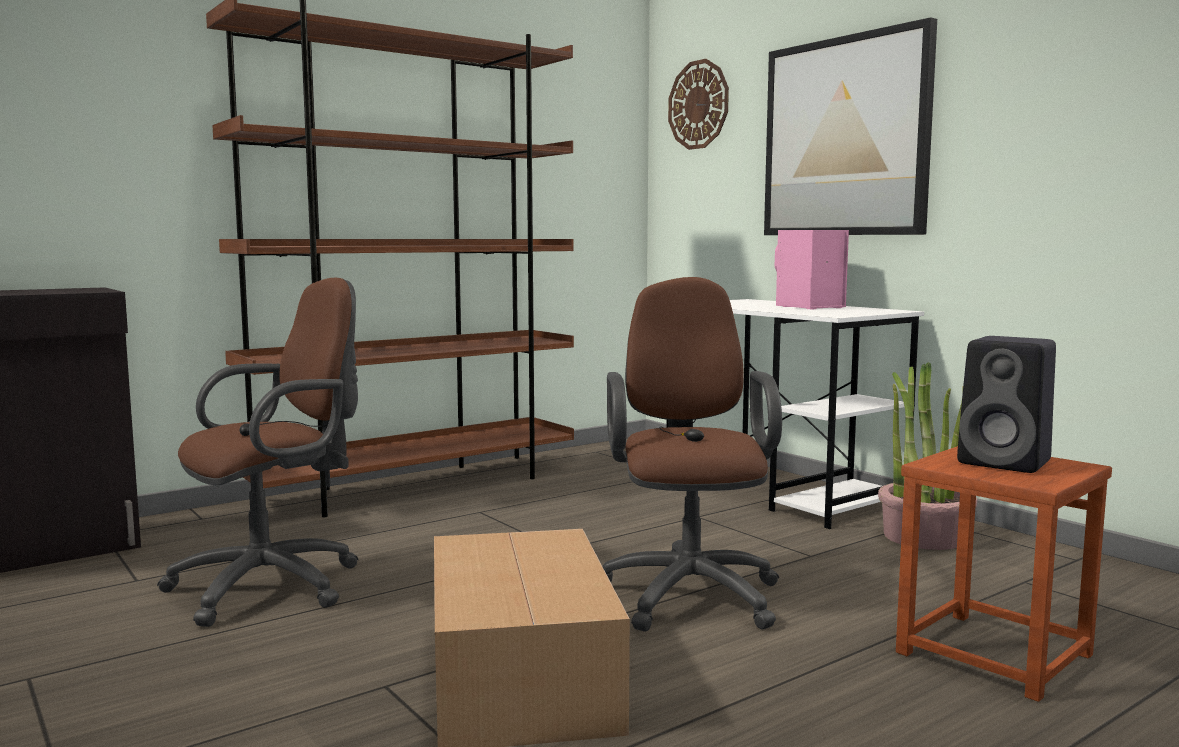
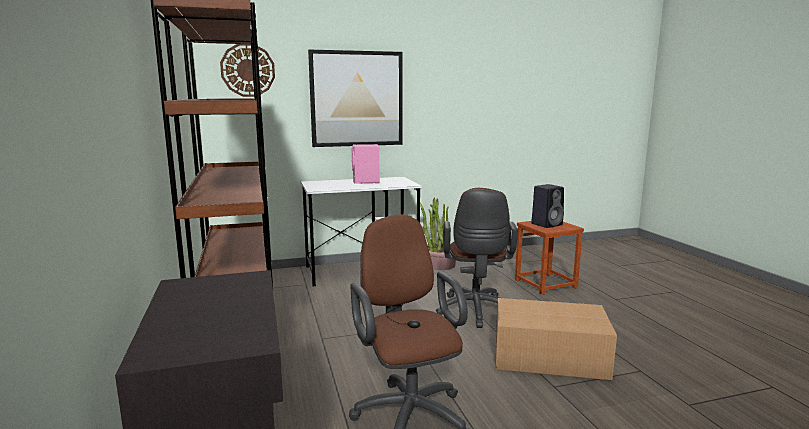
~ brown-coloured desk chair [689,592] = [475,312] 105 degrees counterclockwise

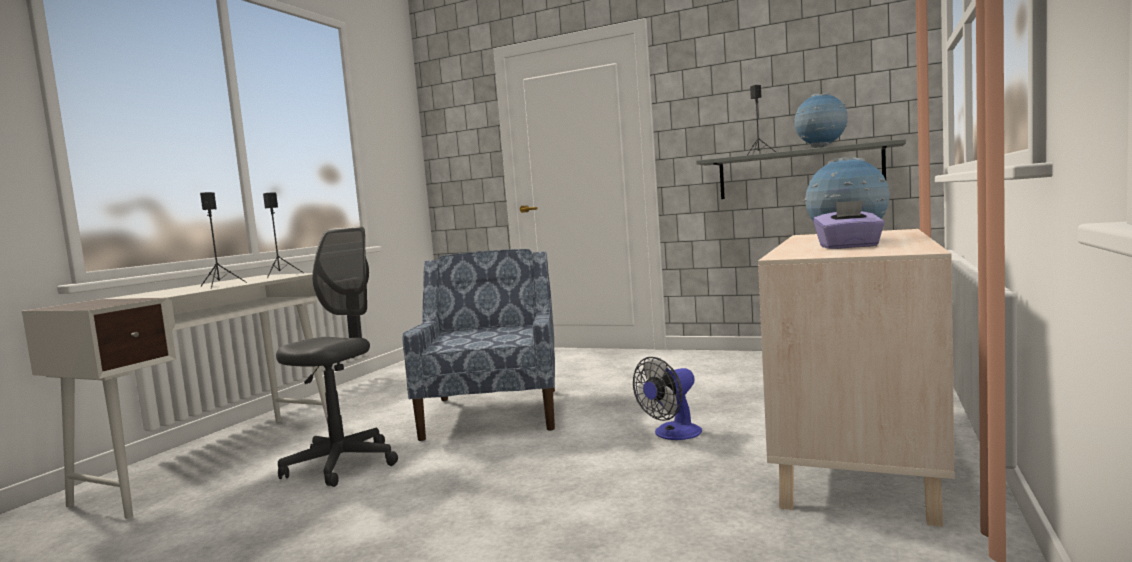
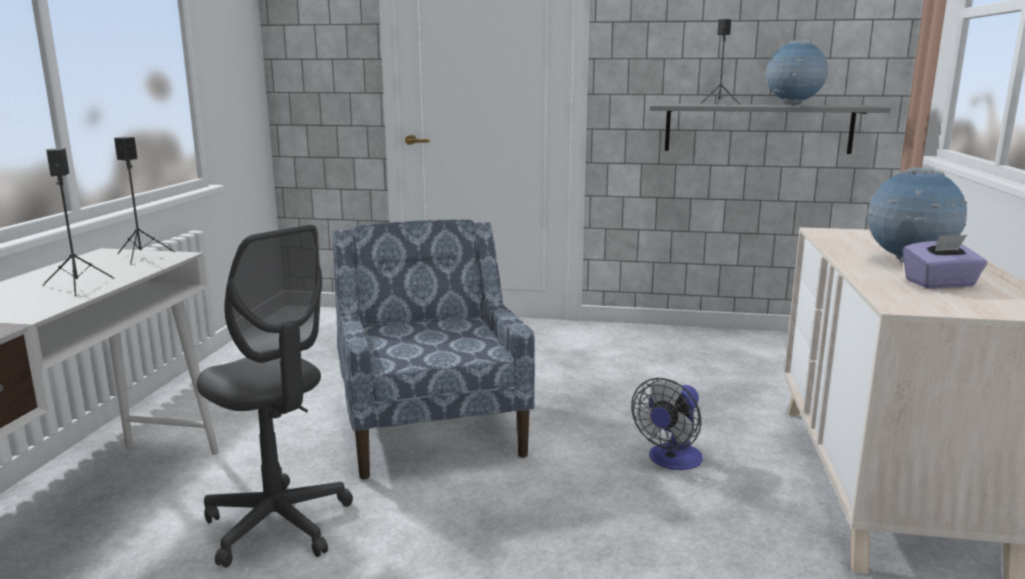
~ grey desk chair [342,464] = [278,525] 120 degrees clockwise

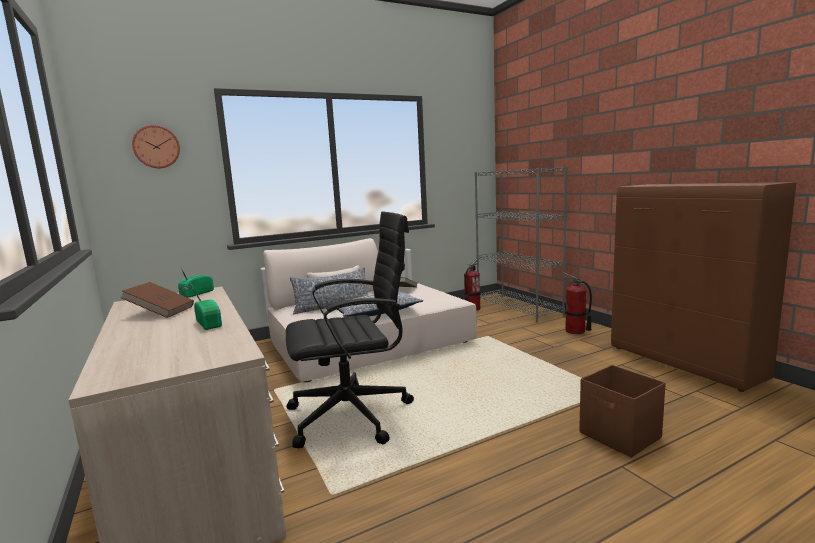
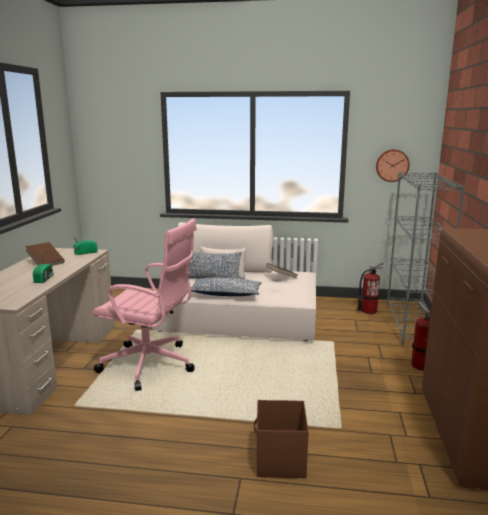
~ black-coloured desk chair [353,415] to pinkish desk chair [150,365]
~ clock on the wall [156,147] to [392,165]

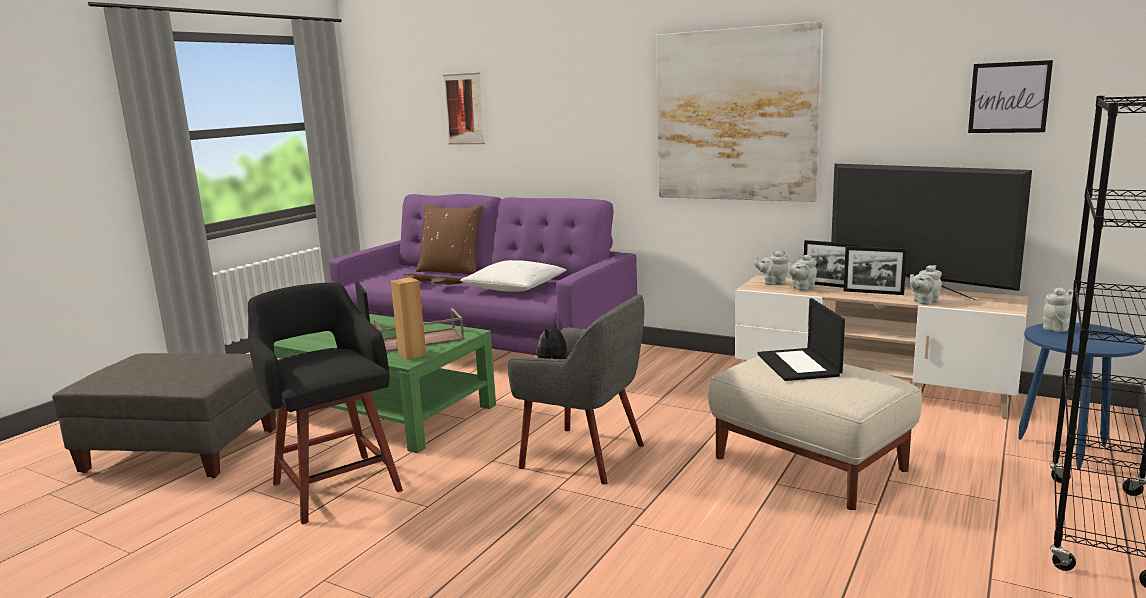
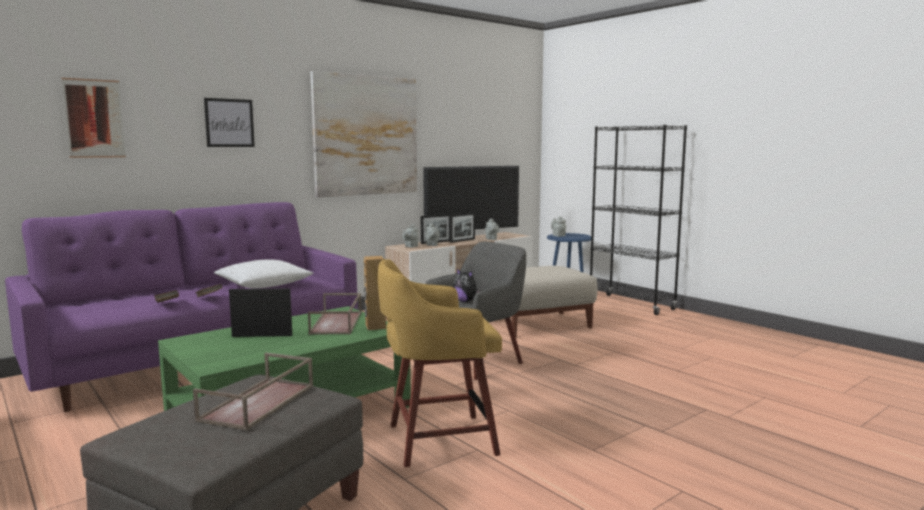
+ brown-coloured serving tray [258,403]
~ wall picture [1009,97] to [229,123]
~ black-coloured stool seat [336,485] to yellow stool seat [437,440]
- brown-coloured cushion [451,271]
- portable computer [799,365]

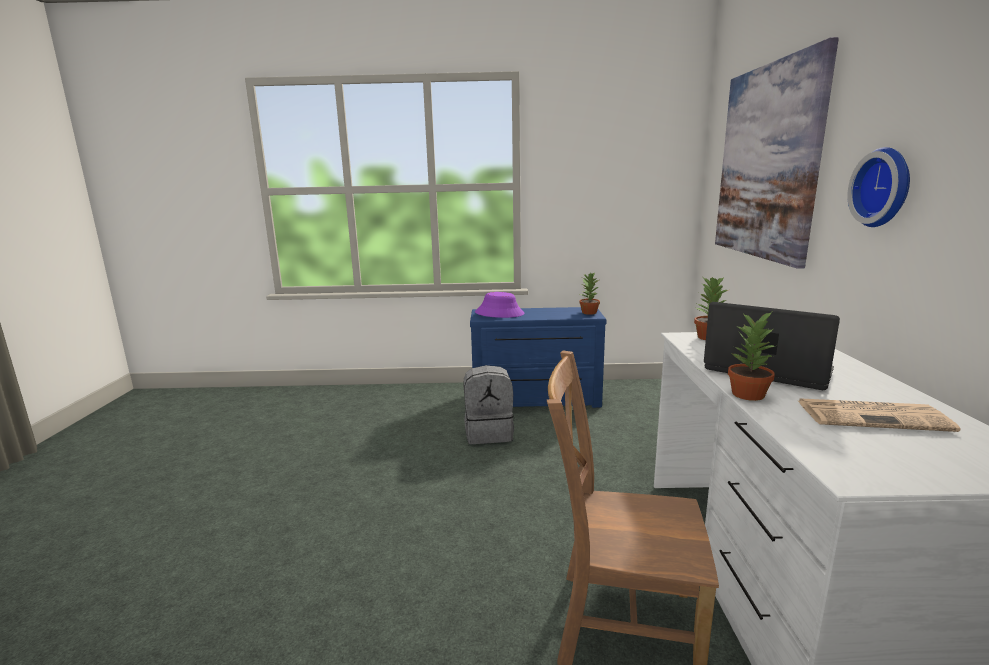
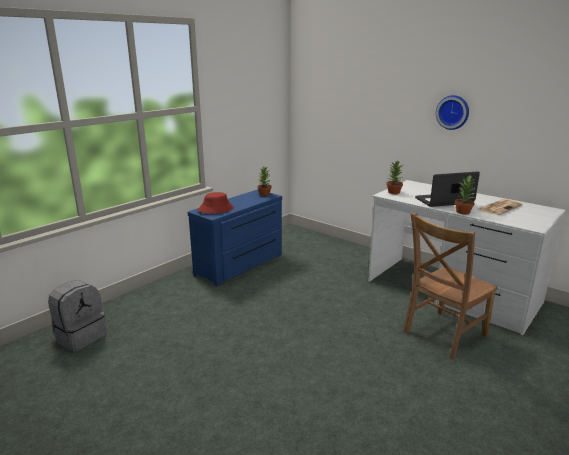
~ grey rucksack [489,433] to [80,337]
~ purplish hat [499,313] to reddish hat [215,209]
- wall picture [767,162]

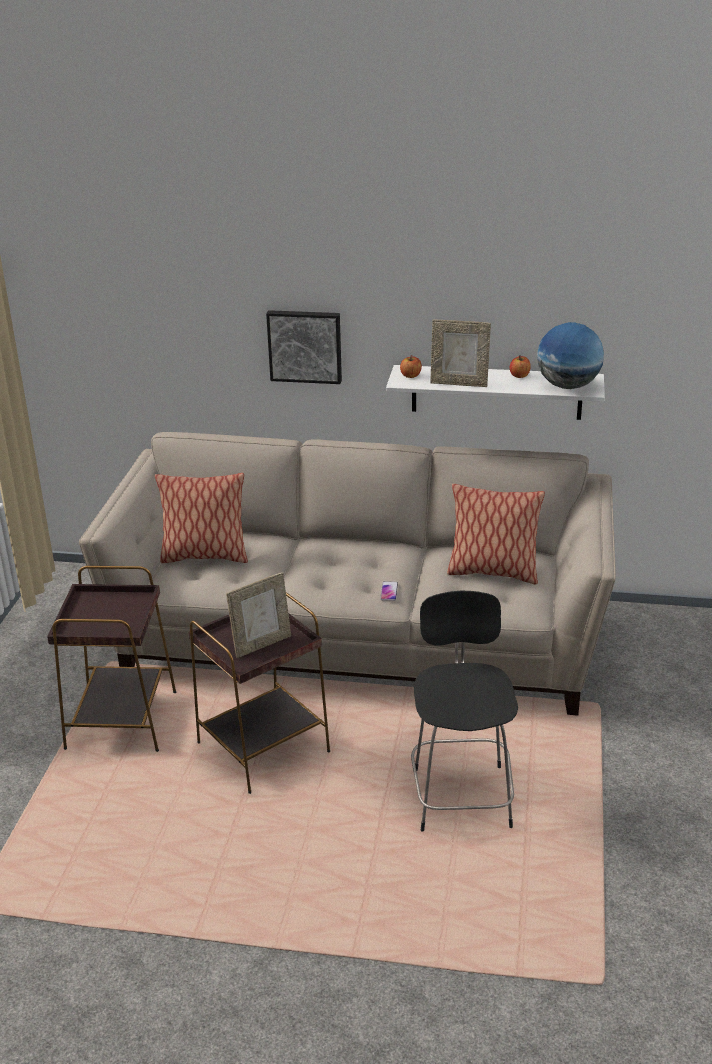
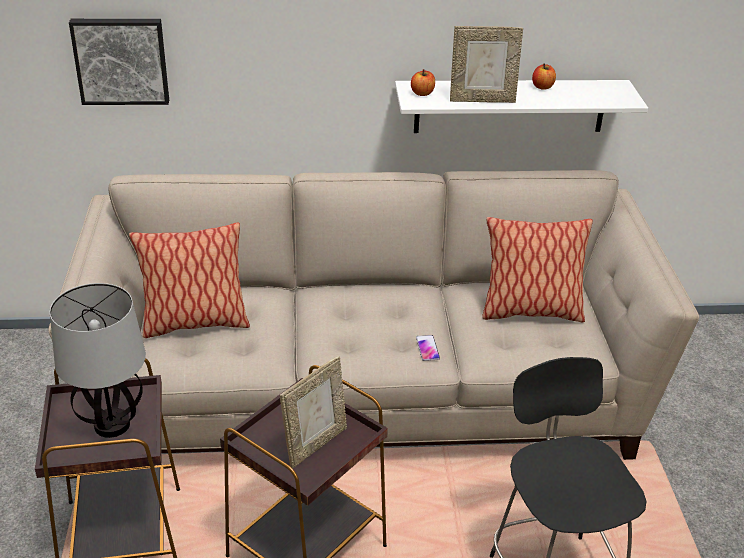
+ lamp for a table [113,424]
~ wall picture [305,345] to [121,60]
- world globe [568,386]

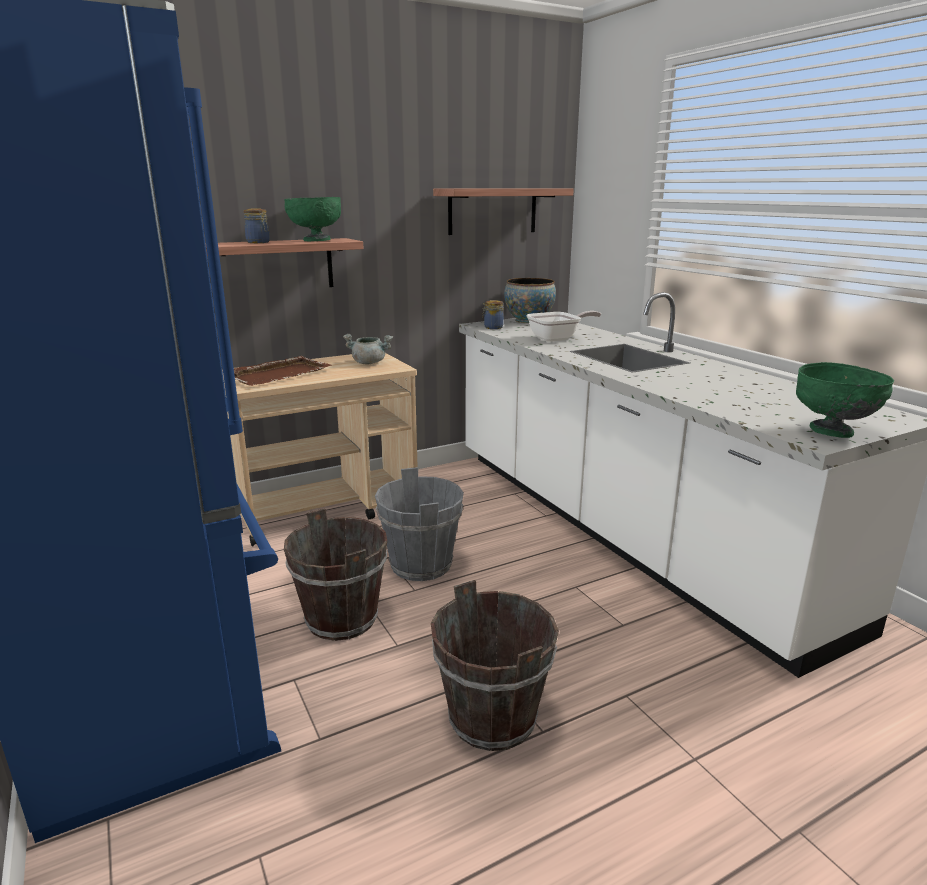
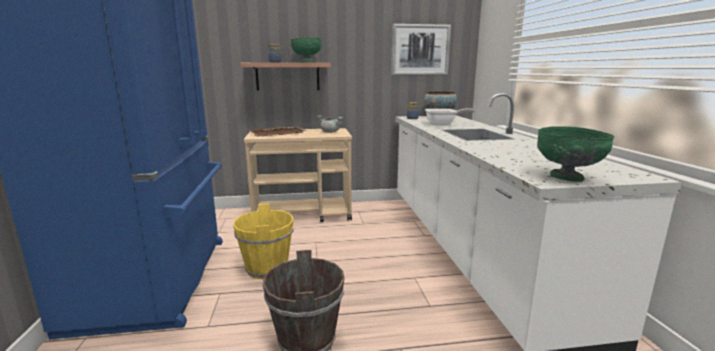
~ brown-coloured water bucket [342,619] to yellow water bucket [267,268]
~ bracket shelf [492,211] to wall picture [420,50]
- grey water bucket [421,565]

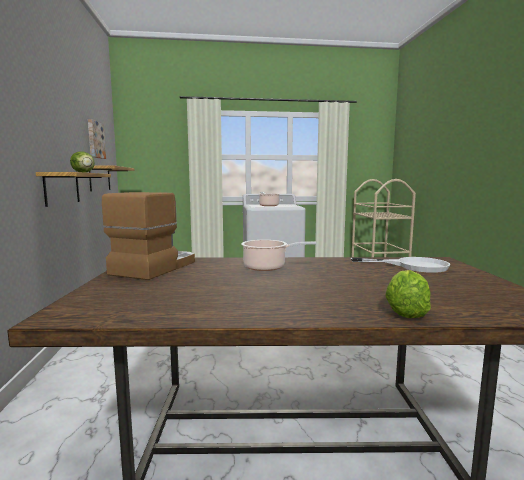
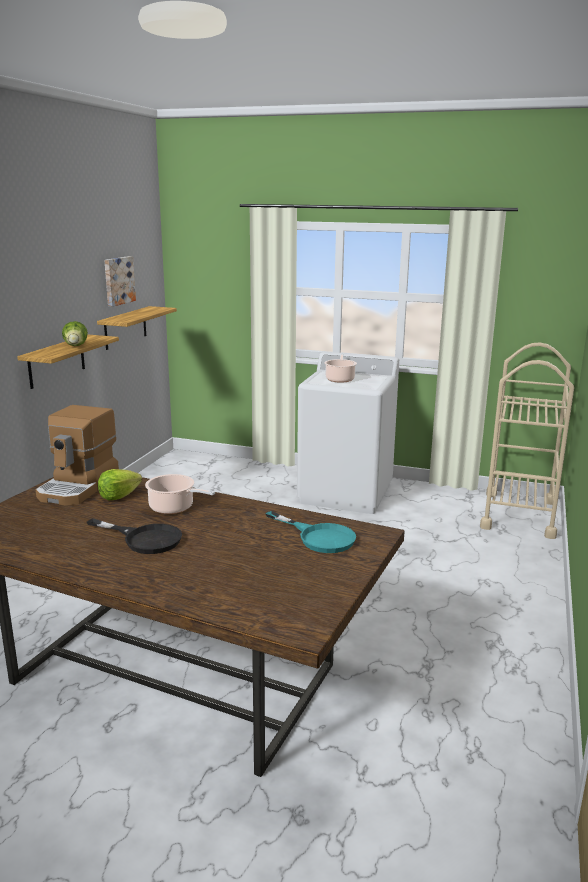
~ coffee brewer [154,267] = [79,487] 150 degrees clockwise
+ black-coloured frying pan [144,539]
~ lettuce head [406,312] to [119,496]
~ white-coloured frying pan [412,266] to turquoise-coloured frying pan [319,537]

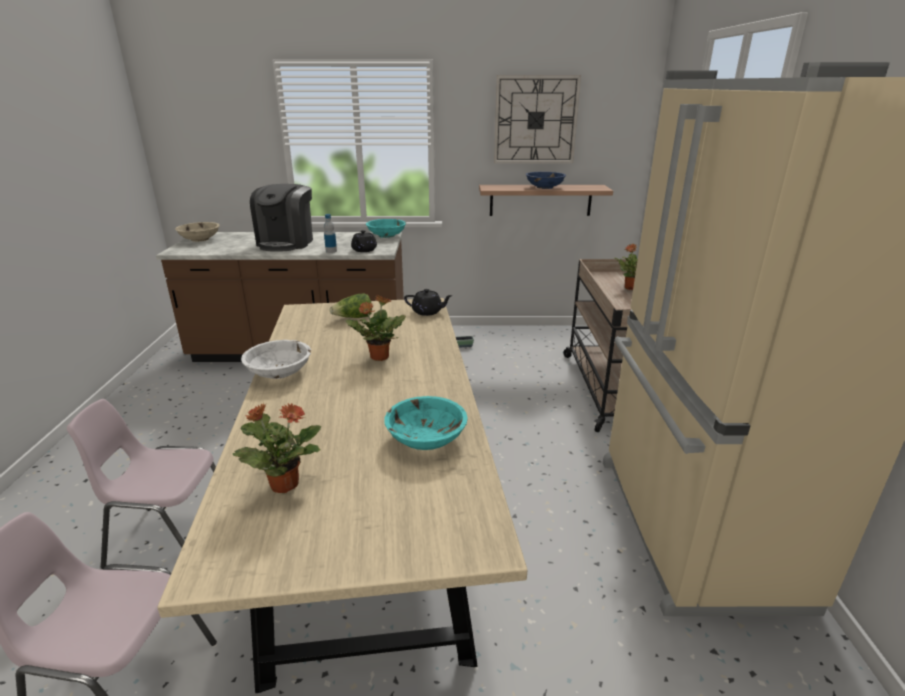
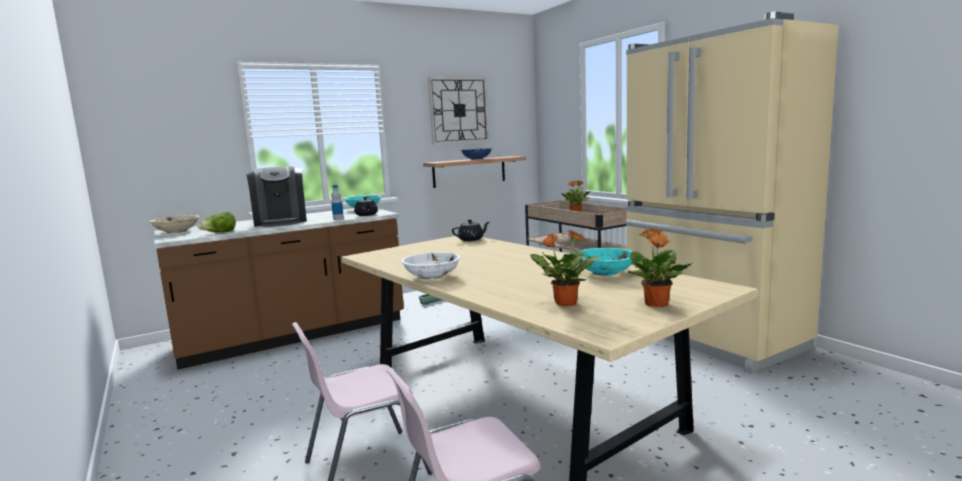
~ lettuce head [354,318] to [219,233]
~ houseplant [378,357] to [656,304]

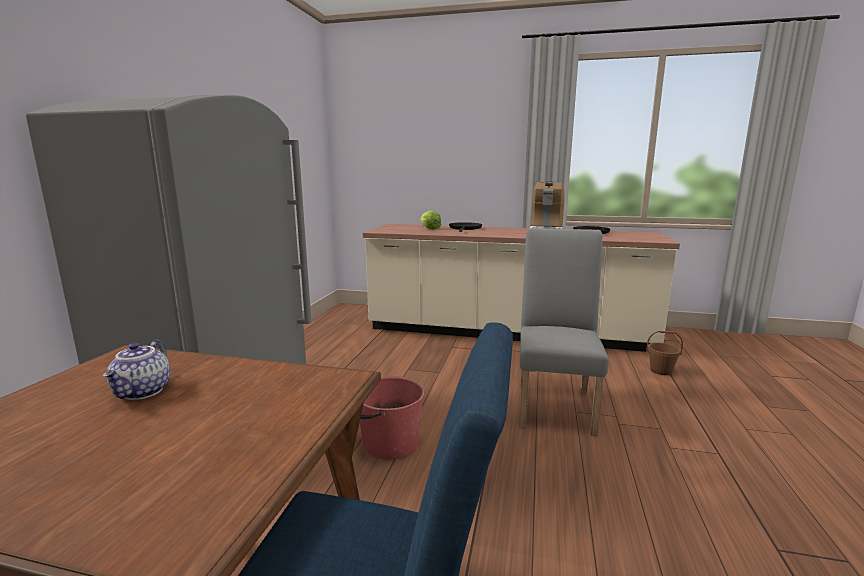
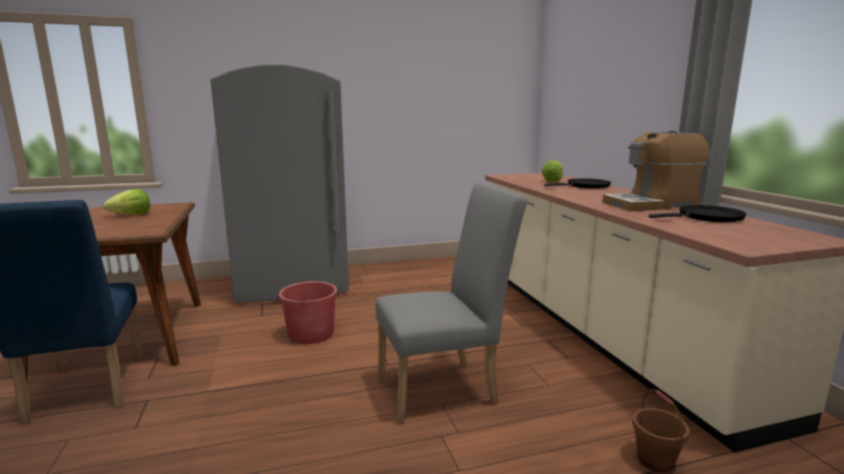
~ teapot [143,392] to lettuce head [132,215]

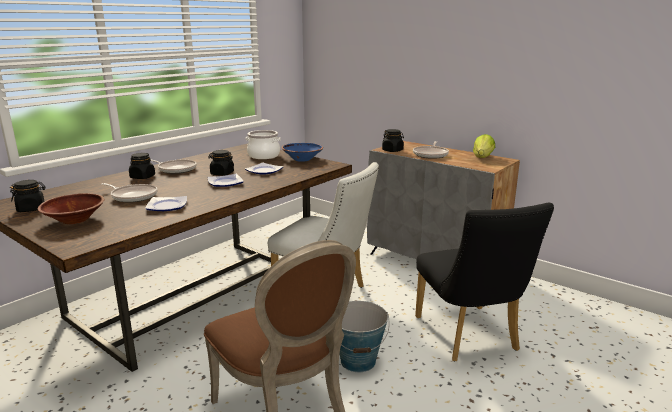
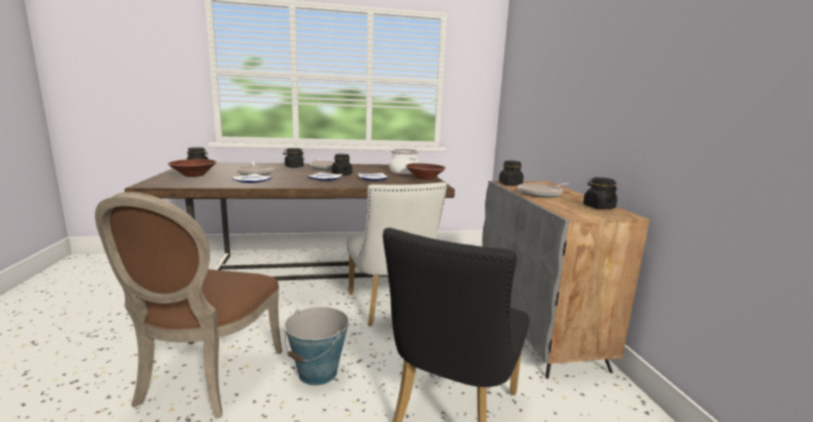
~ blue serving bowl [302,159] to brown-coloured serving bowl [424,178]
~ lettuce head [482,157] to black-coloured jar [598,207]

